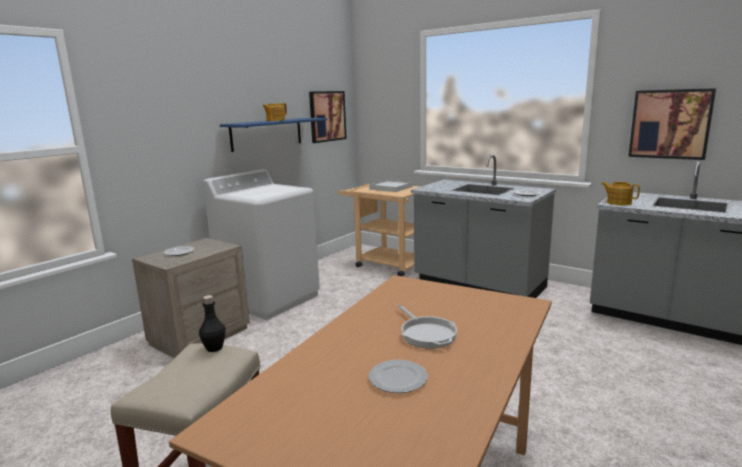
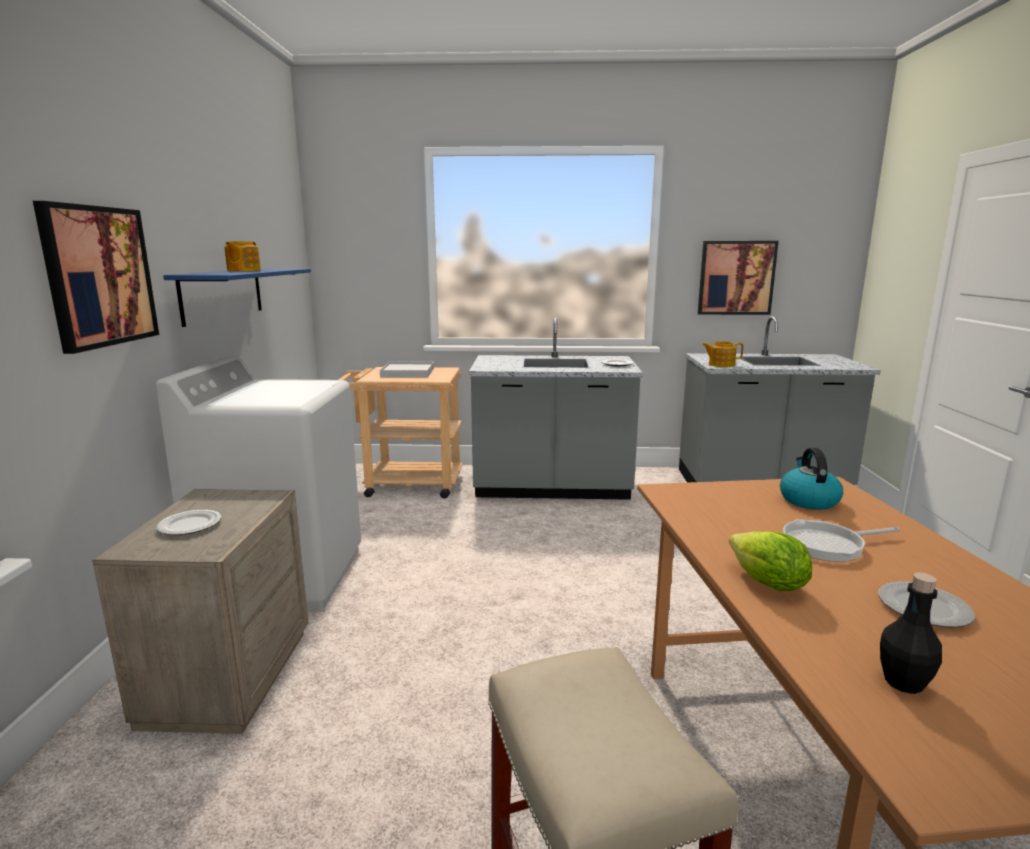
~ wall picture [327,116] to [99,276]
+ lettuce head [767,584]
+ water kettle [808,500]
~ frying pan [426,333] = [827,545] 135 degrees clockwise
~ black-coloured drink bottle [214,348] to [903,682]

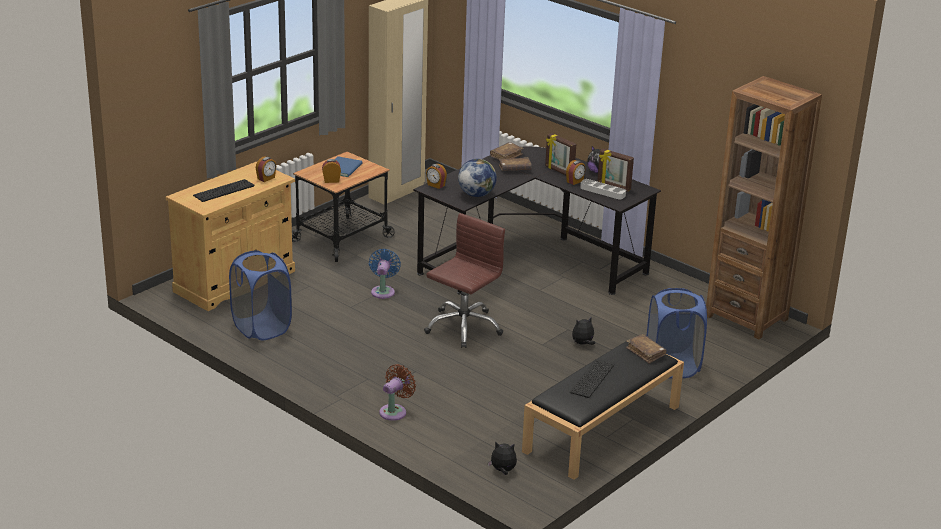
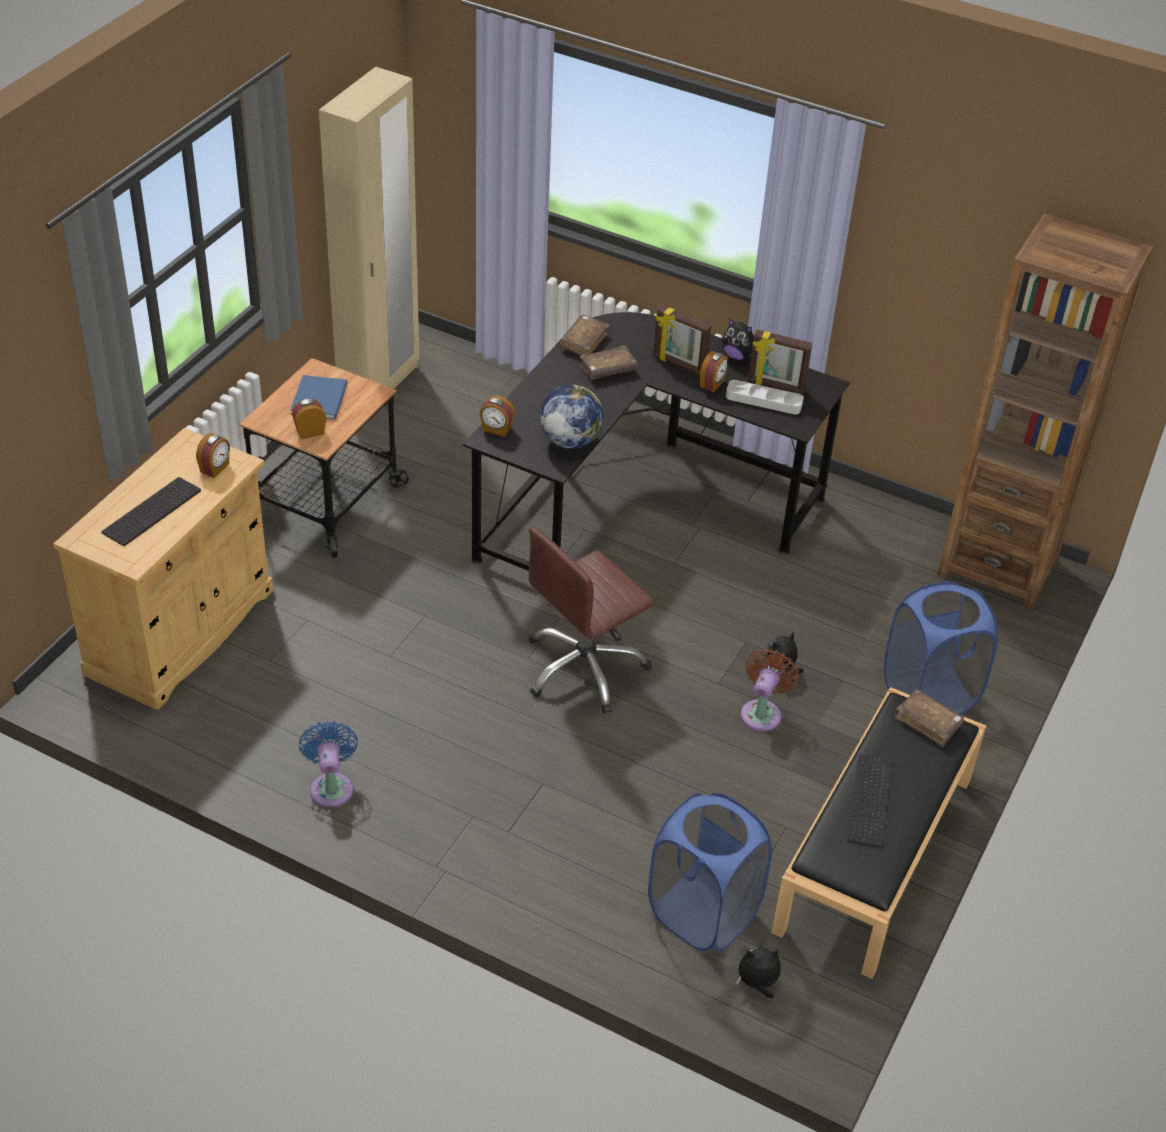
~ blue electric fan [383,291] to [331,786]
~ brown-coloured desk chair [463,327] = [584,668] 150 degrees counterclockwise
~ blue hamper [261,328] to [702,913]
~ brown-coloured electric fan [395,411] to [762,712]

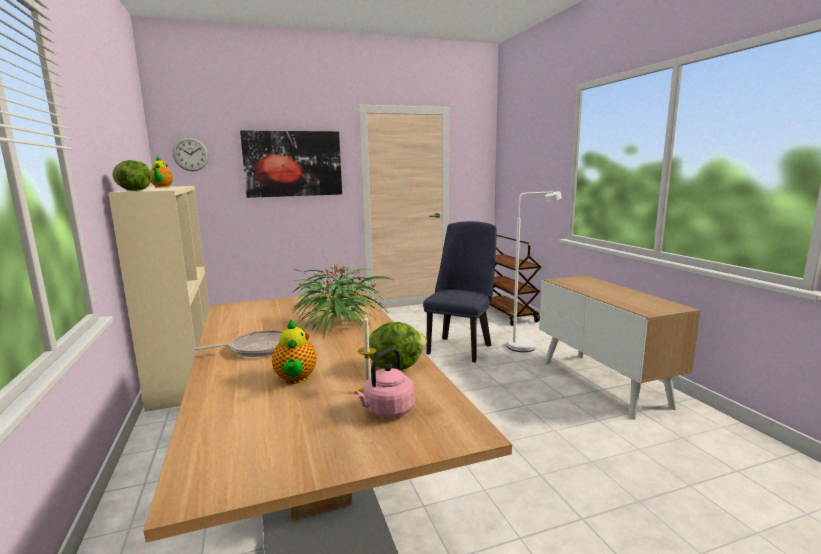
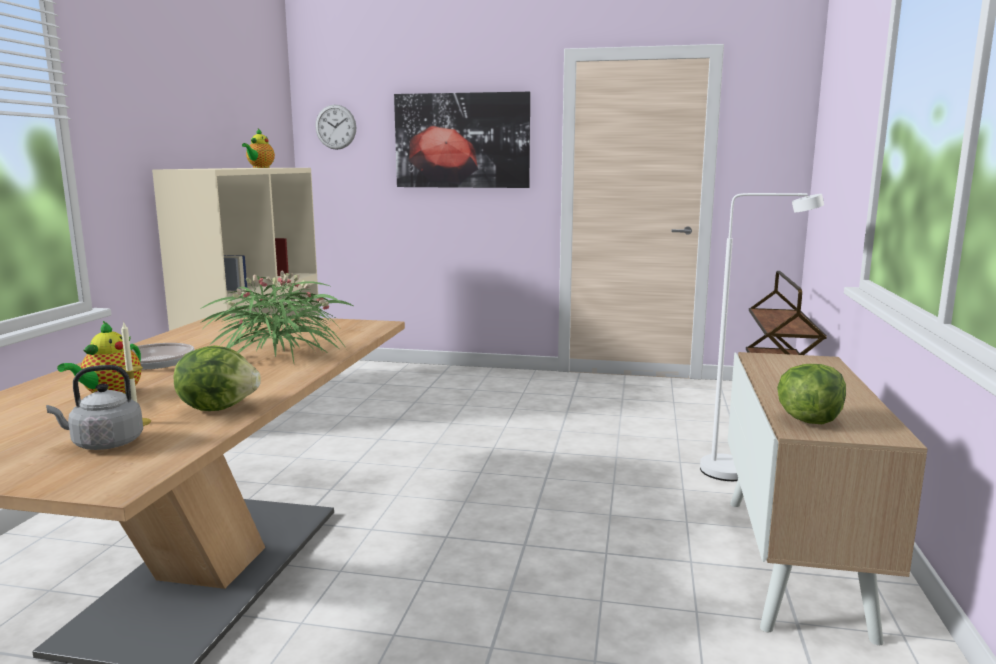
~ pinkish water kettle [387,411] to grey water kettle [104,444]
~ lettuce head [135,190] to [808,420]
- blue chair [460,347]

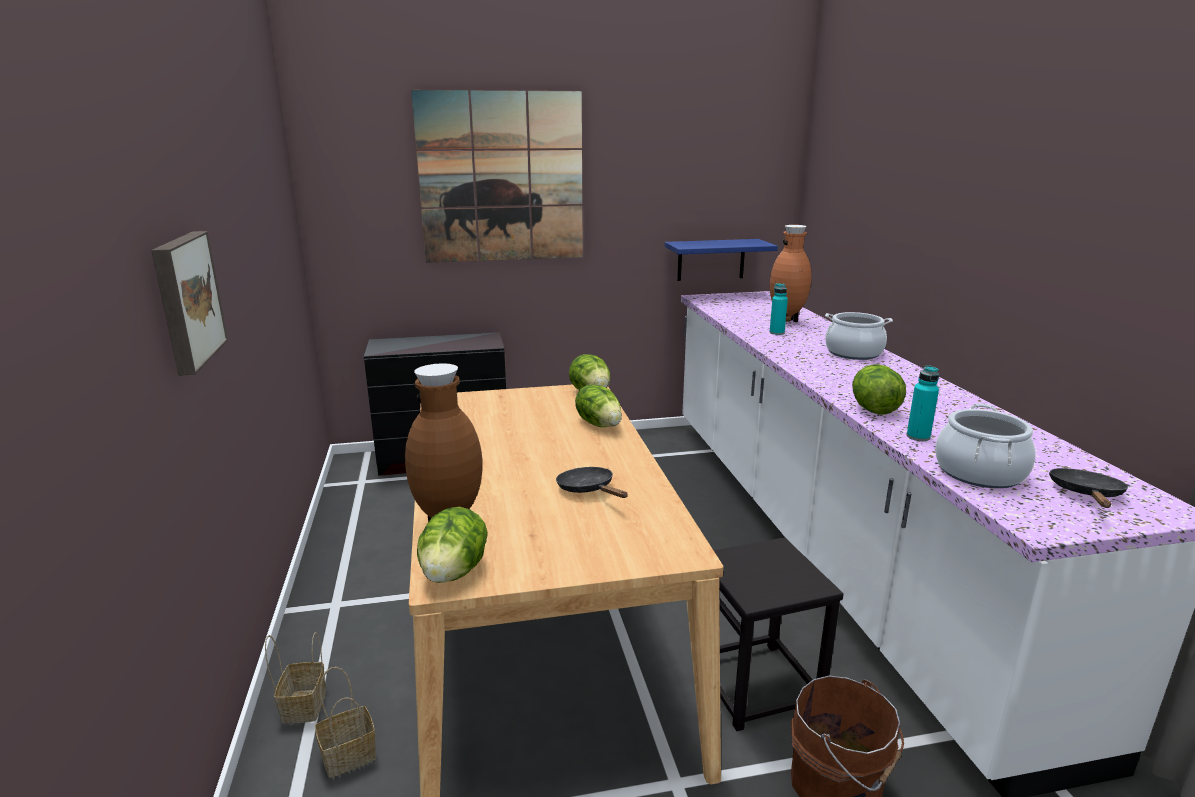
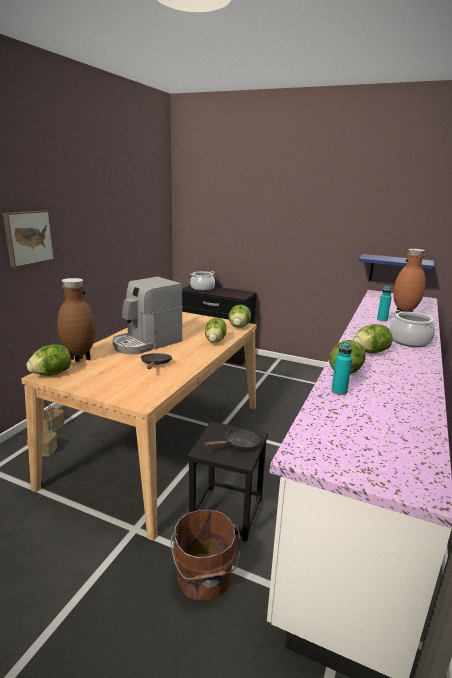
+ coffee brewer [146,343]
~ stockpot [979,472] to [202,288]
~ black-coloured frying pan [1086,495] to [238,445]
+ lettuce head [370,352]
- wall picture [501,178]

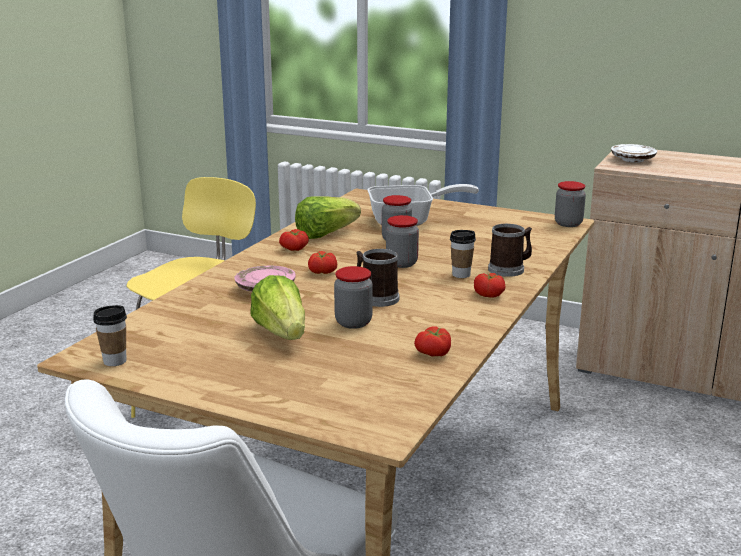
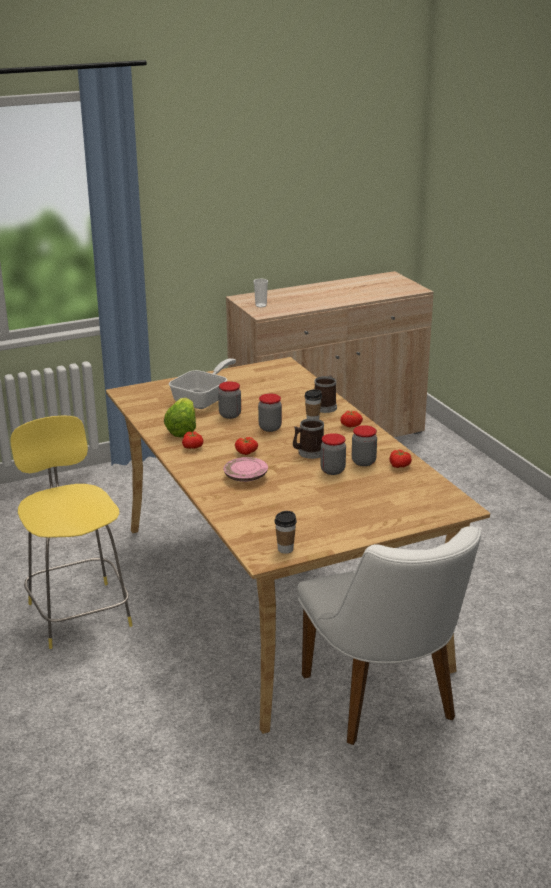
~ white-coloured flat dish [633,160] to small cup [261,305]
~ jar [568,223] to [363,462]
- lettuce head [282,333]

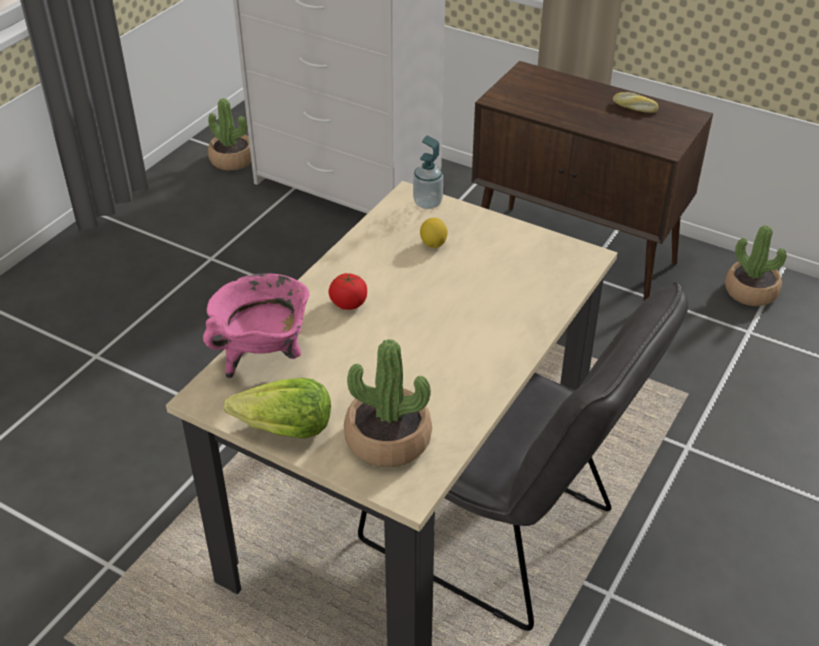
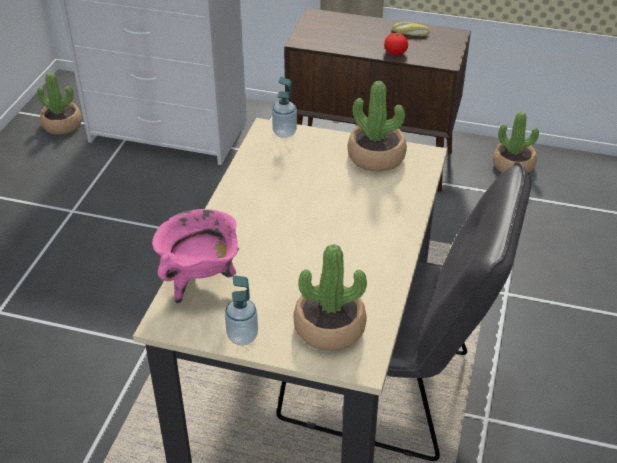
~ lettuce head [285,429] to liquid soap bottle [242,336]
+ houseplant [376,157]
~ tomato [348,303] to [395,53]
- citrus fruit [433,244]

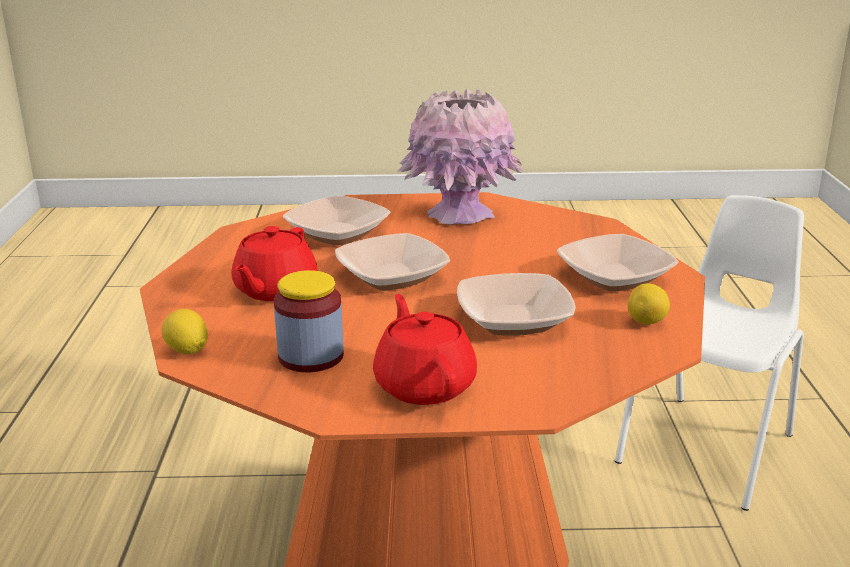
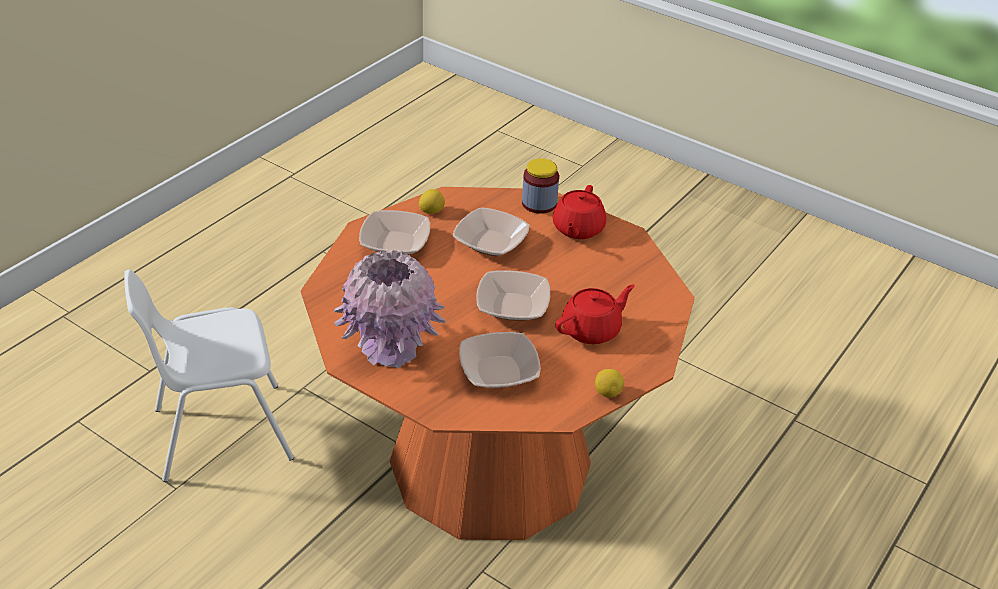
~ jar [311,357] to [539,203]
~ citrus fruit [187,351] to [607,393]

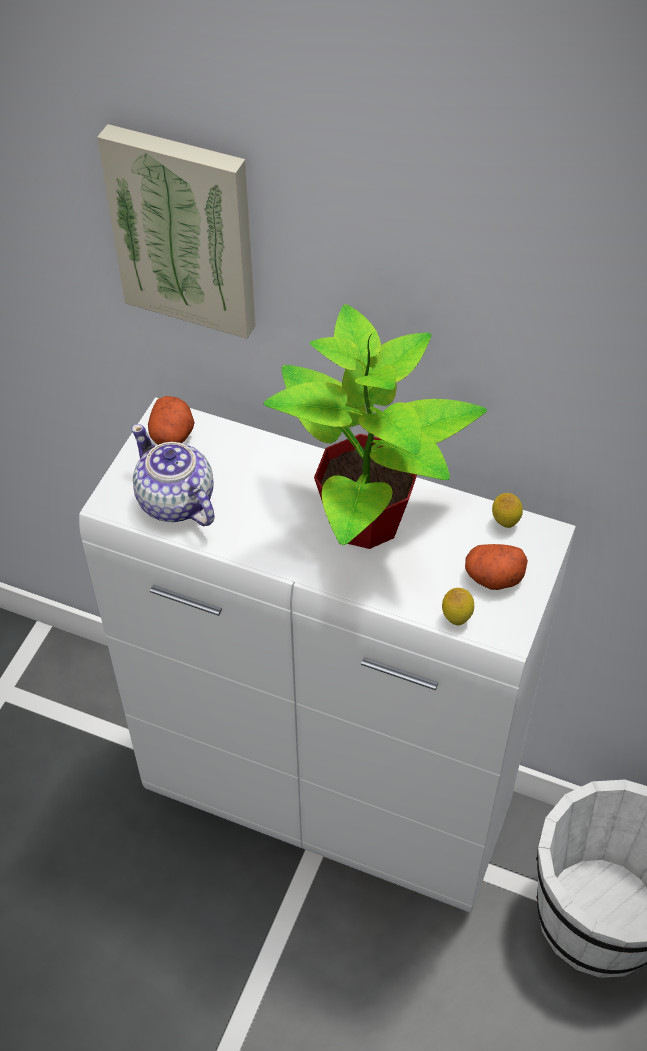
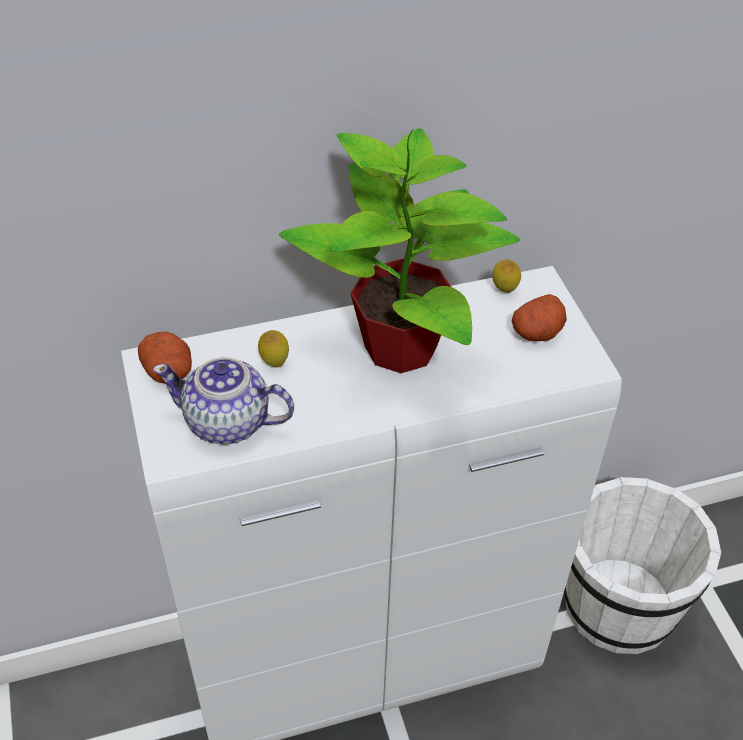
~ citrus fruit [456,618] to [274,363]
- wall picture [185,229]

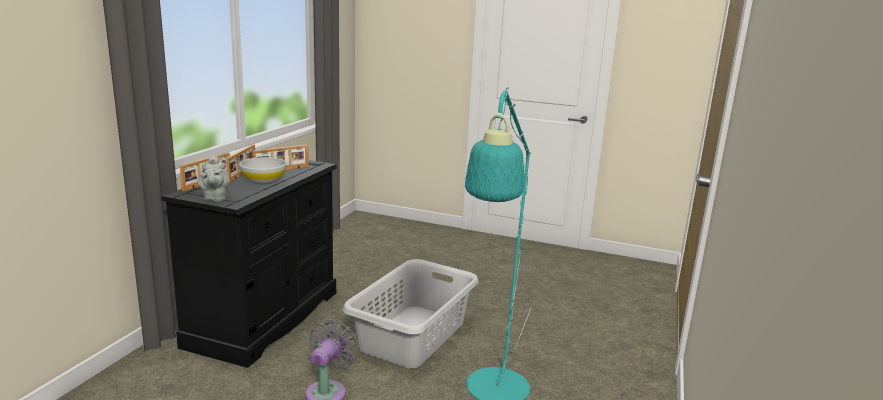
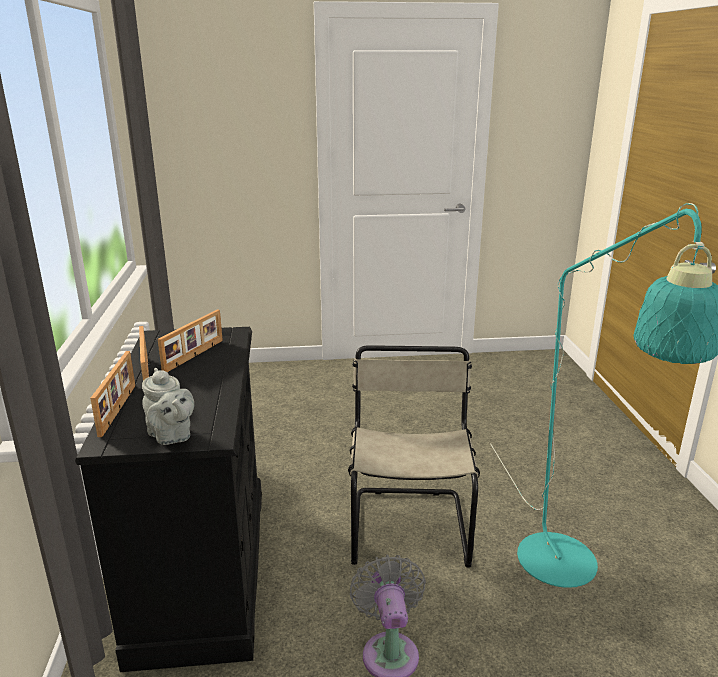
~ grey hamper [414,335] to sand-coloured chair [408,524]
- white-coloured serving bowl [263,181]

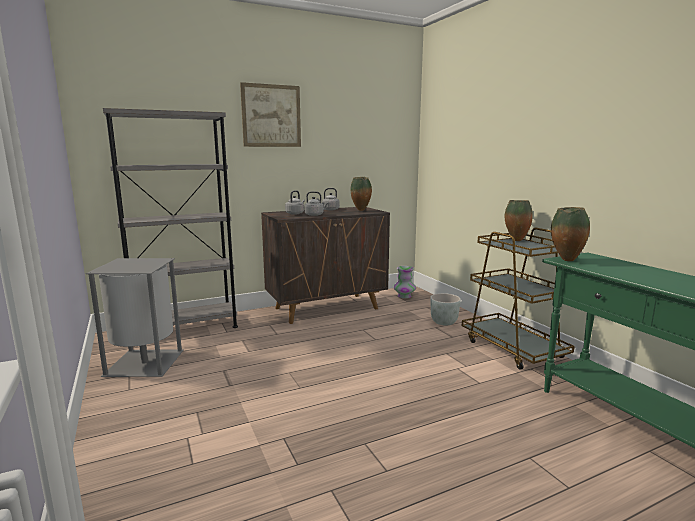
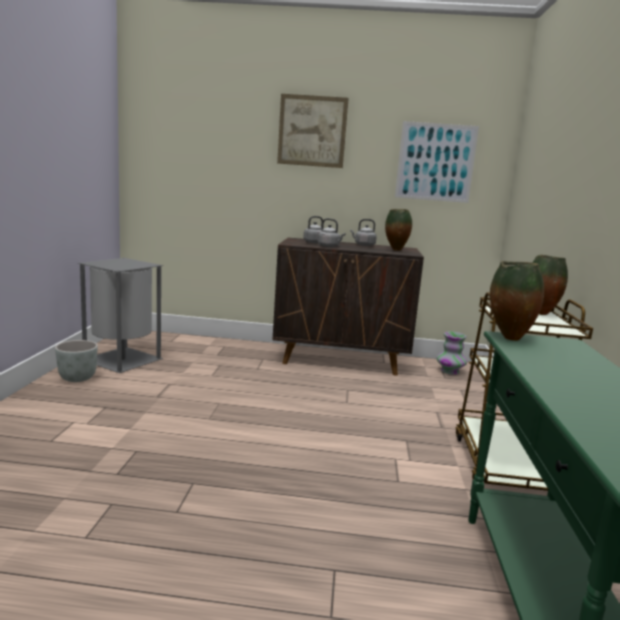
~ grey flower pot [444,322] to [78,378]
+ wall picture [435,162]
- grey shelving unit [185,328]

